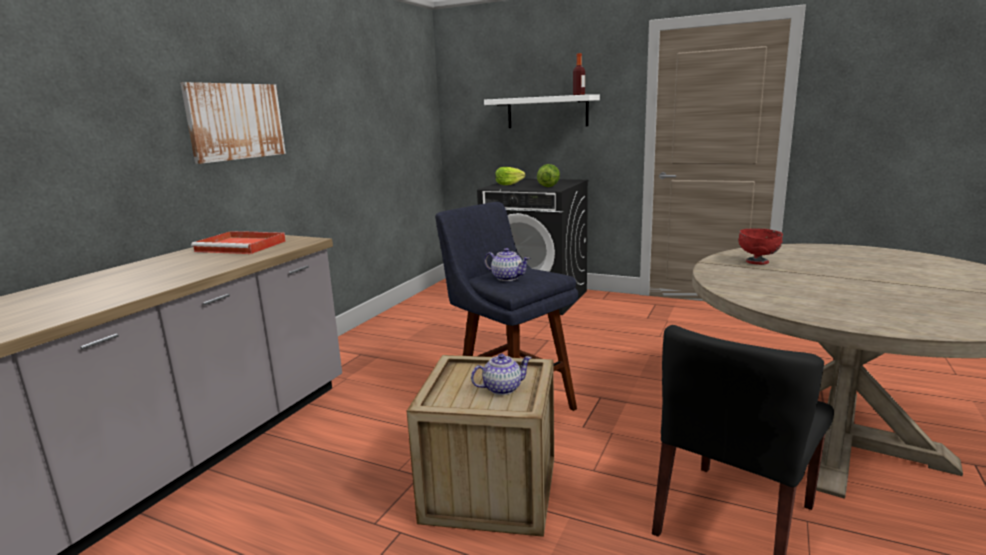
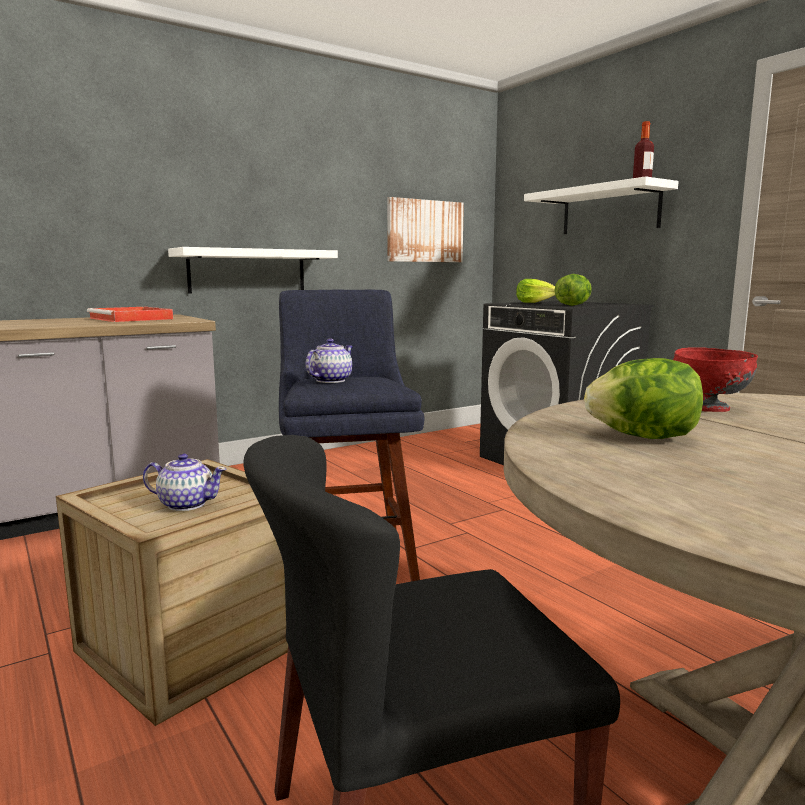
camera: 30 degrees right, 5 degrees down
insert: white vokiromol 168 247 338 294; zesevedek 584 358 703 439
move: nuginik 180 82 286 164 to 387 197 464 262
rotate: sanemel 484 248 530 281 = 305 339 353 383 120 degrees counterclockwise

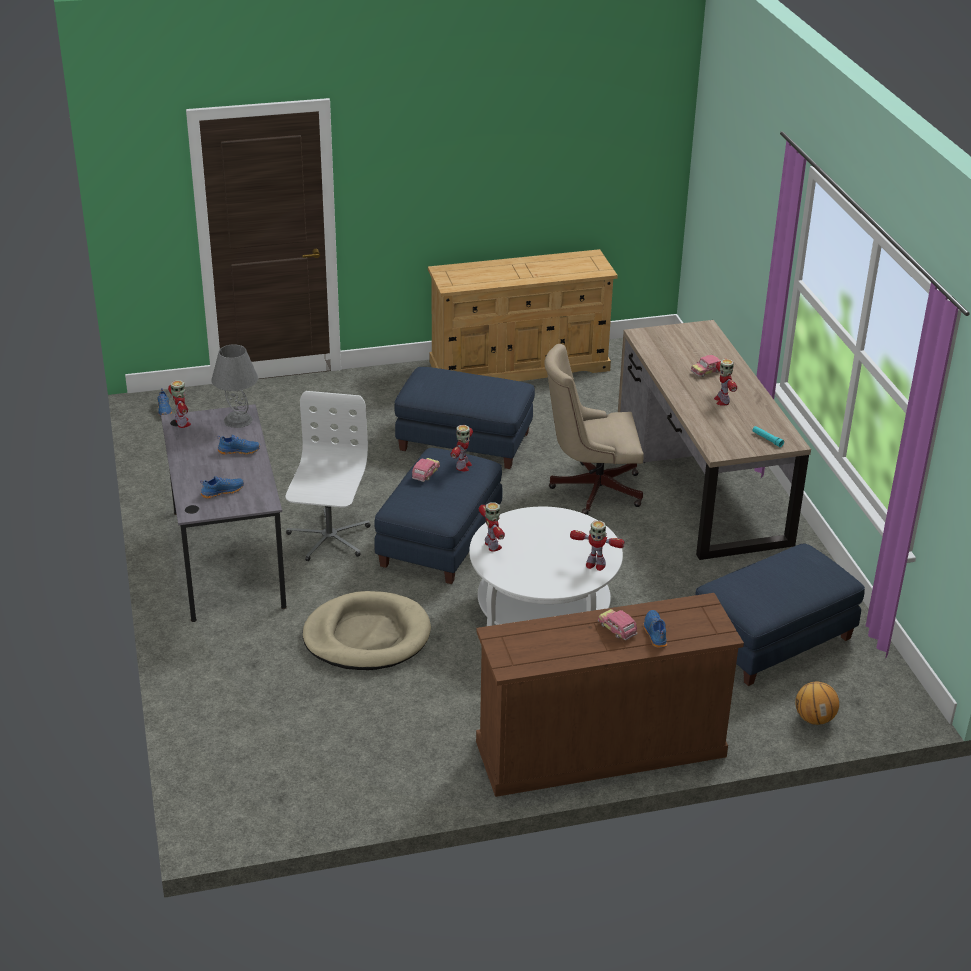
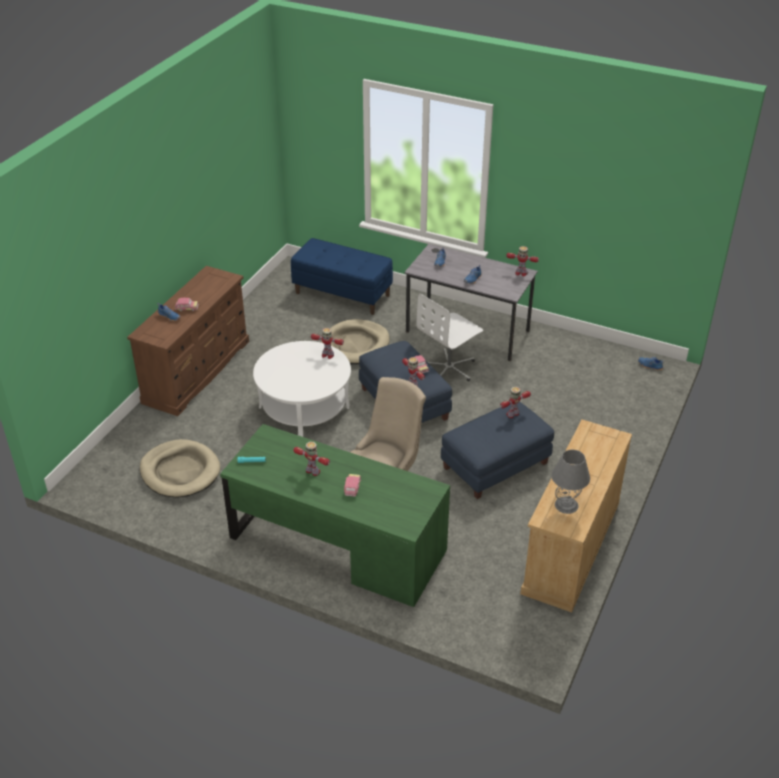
camera: 130 degrees right, 5 degrees up
delete: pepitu 795 682 839 725
insert: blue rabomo 291 238 393 315
move: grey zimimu 211 344 258 428 to 551 450 590 514; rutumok 570 521 625 571 to 500 387 531 418
replace: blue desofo 695 543 865 686 to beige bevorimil 140 439 220 497
recolor: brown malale 618 320 811 560 to green malale 220 424 450 607
rotate: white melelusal 286 391 370 561 = 416 294 483 381 90 degrees clockwise

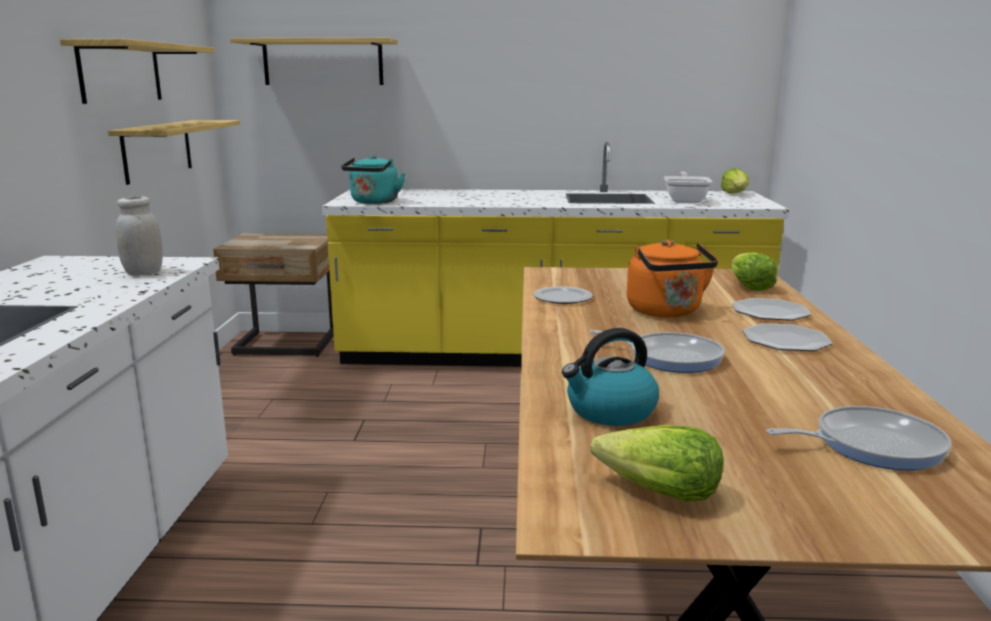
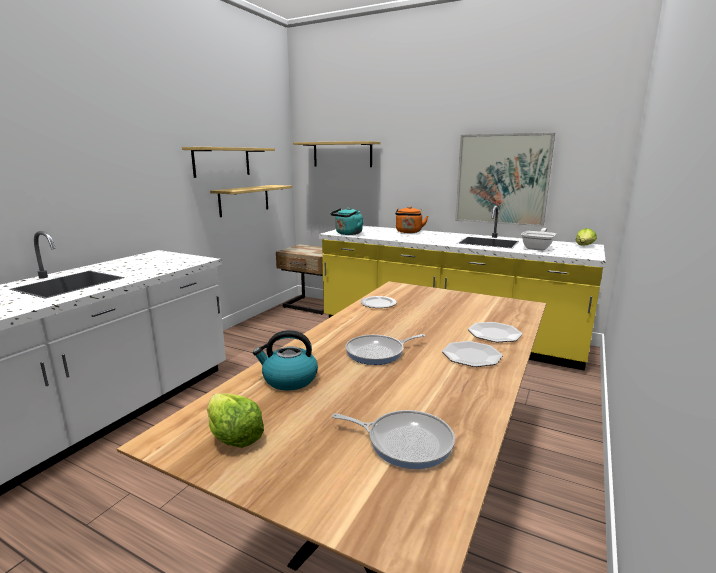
camera: 25 degrees right, 0 degrees up
delete: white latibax 116 196 163 276; zesevedek 731 252 777 291
insert: nuginik 455 133 555 227
move: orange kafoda 627 240 718 317 to 395 206 428 233
rotate: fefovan 590 330 725 373 = 345 334 426 365 105 degrees clockwise

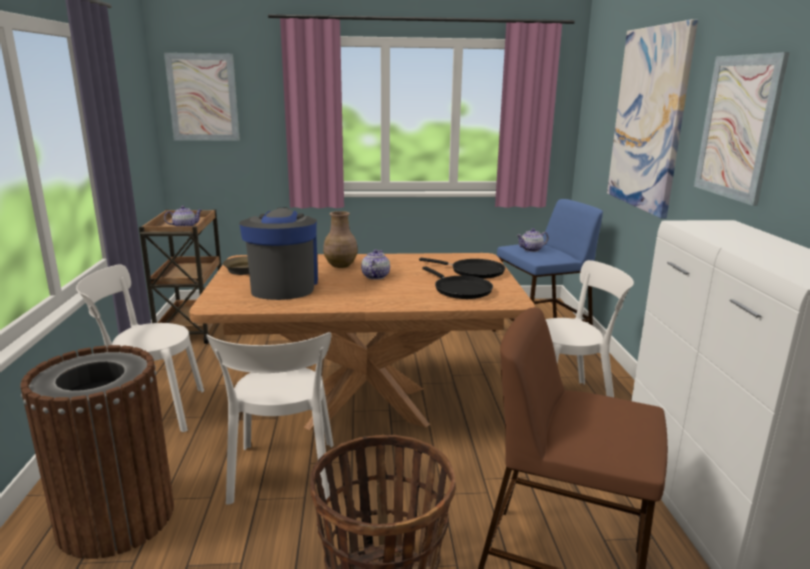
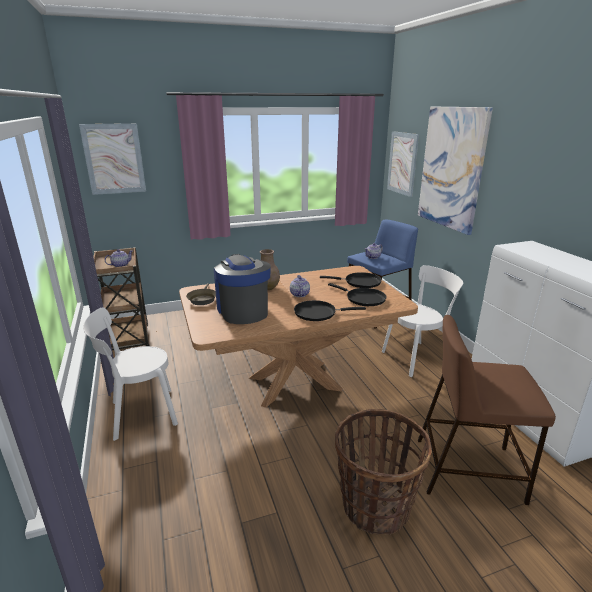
camera: 15 degrees left, 5 degrees up
delete: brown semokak 20 345 174 559; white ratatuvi 206 332 334 505
insert: black fefovan 294 300 366 321
move: nuginik 694 52 789 206 to 387 131 419 197

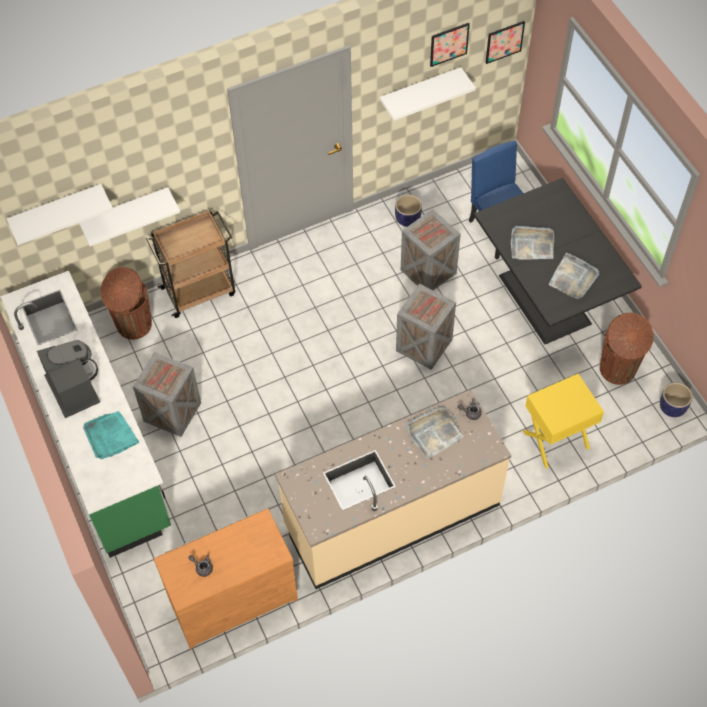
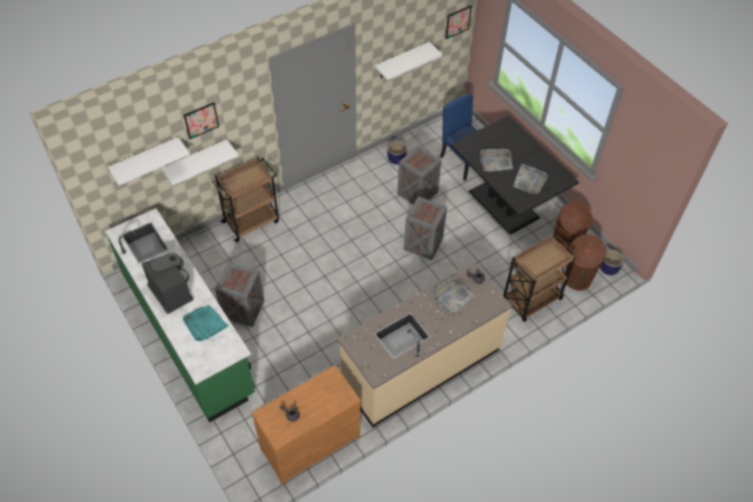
camera: 10 degrees left, 5 degrees down
move: brown semokak 100 267 152 340 to 565 234 606 291; nuginik 430 23 470 67 to 184 102 219 139
replace: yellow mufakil 523 373 604 469 to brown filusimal 503 235 577 322

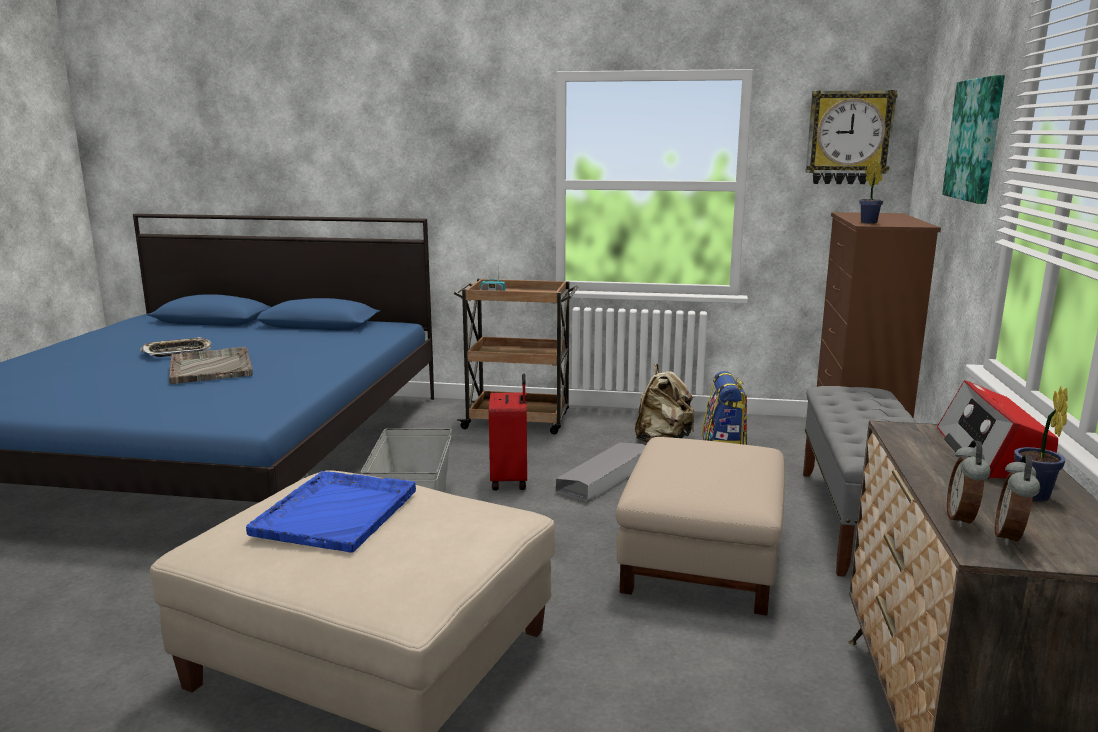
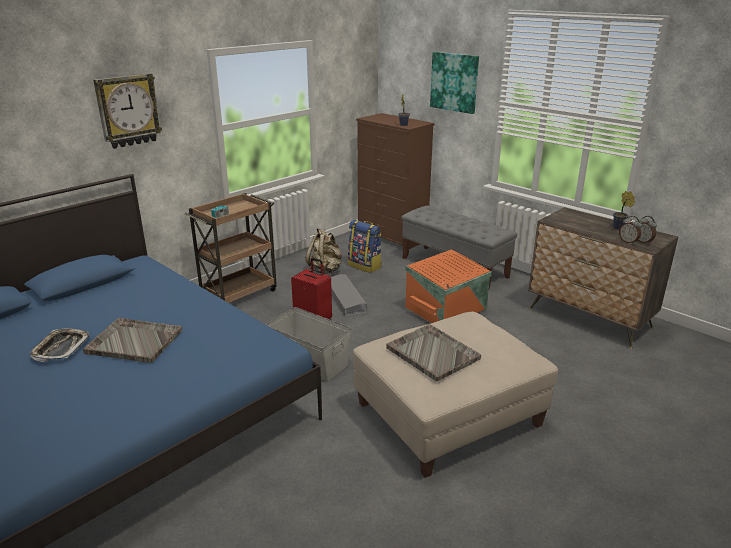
camera: 55 degrees left, 10 degrees up
delete: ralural 937 380 1058 478
move: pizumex 805 90 898 185 to 93 73 162 149
replace: beige desofo 616 437 785 615 to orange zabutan 405 249 492 323
recolor: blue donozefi 246 471 416 552 to grey donozefi 386 324 481 381

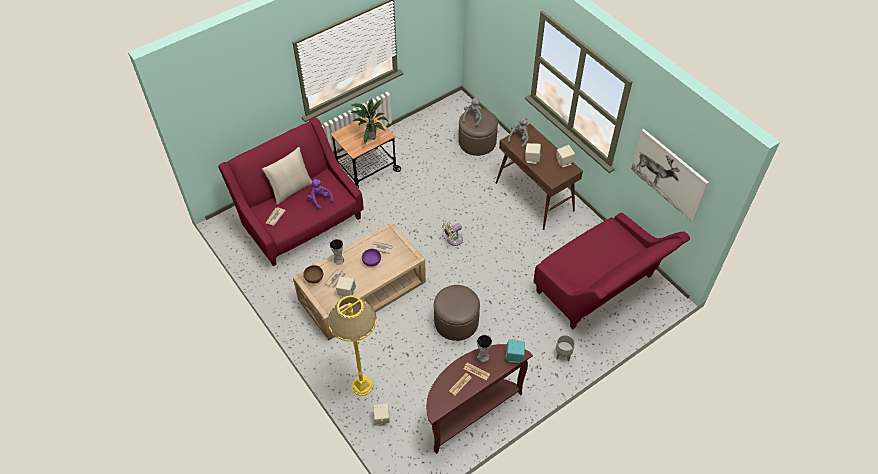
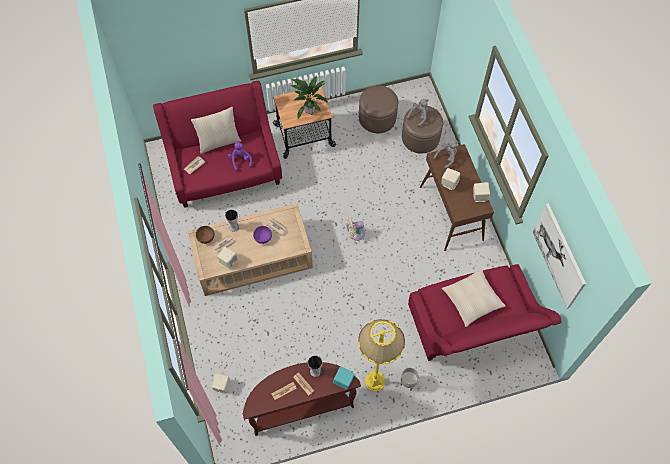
camera: 20 degrees right, 10 degrees up
insert: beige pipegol 442 269 506 327
move: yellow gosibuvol 328 295 377 396 to 358 319 405 392; brown desofo 434 285 480 341 to 359 86 398 133

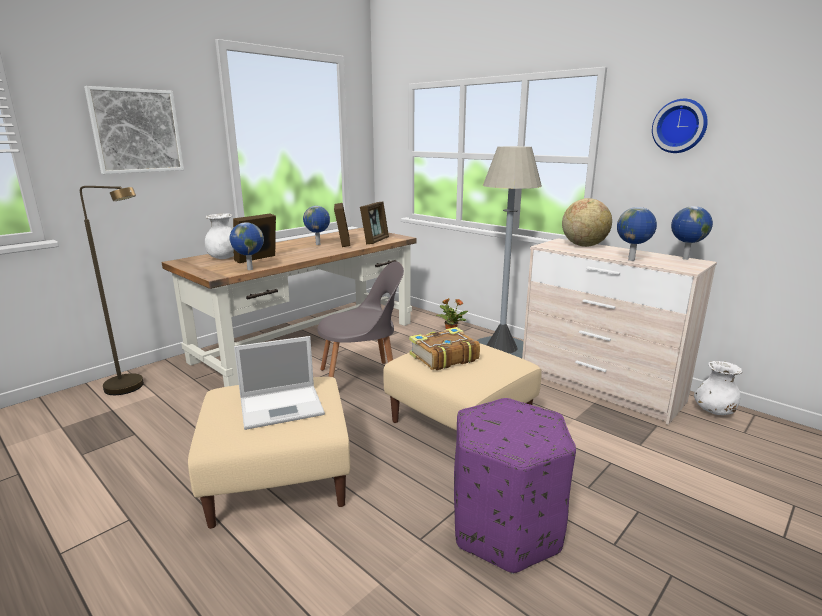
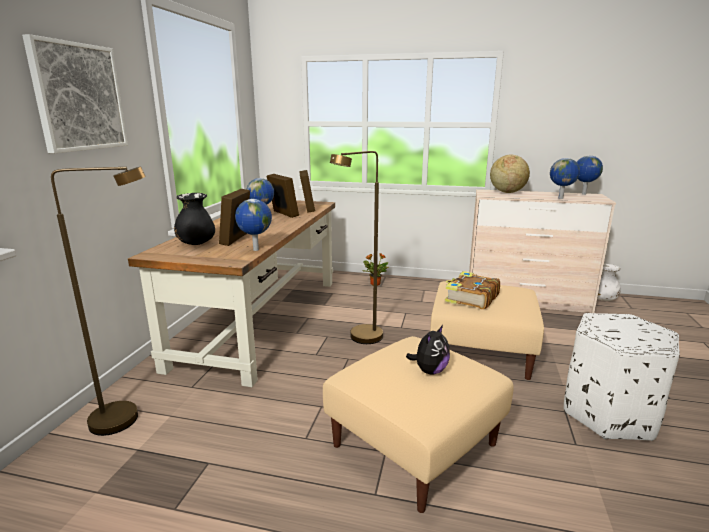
camera: 30 degrees left, 0 degrees up
delete: grey gosibuvol 476 146 542 358; pizumex 652 99 708 153
replace: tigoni 234 336 325 430 to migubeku 406 325 450 375; grey ratatuvi 317 261 404 378 to brown gosibuvol 330 151 383 344
recolor: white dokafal 205 213 234 259 to black dokafal 174 193 215 245; purple desofo 454 398 576 574 to white desofo 564 313 680 441

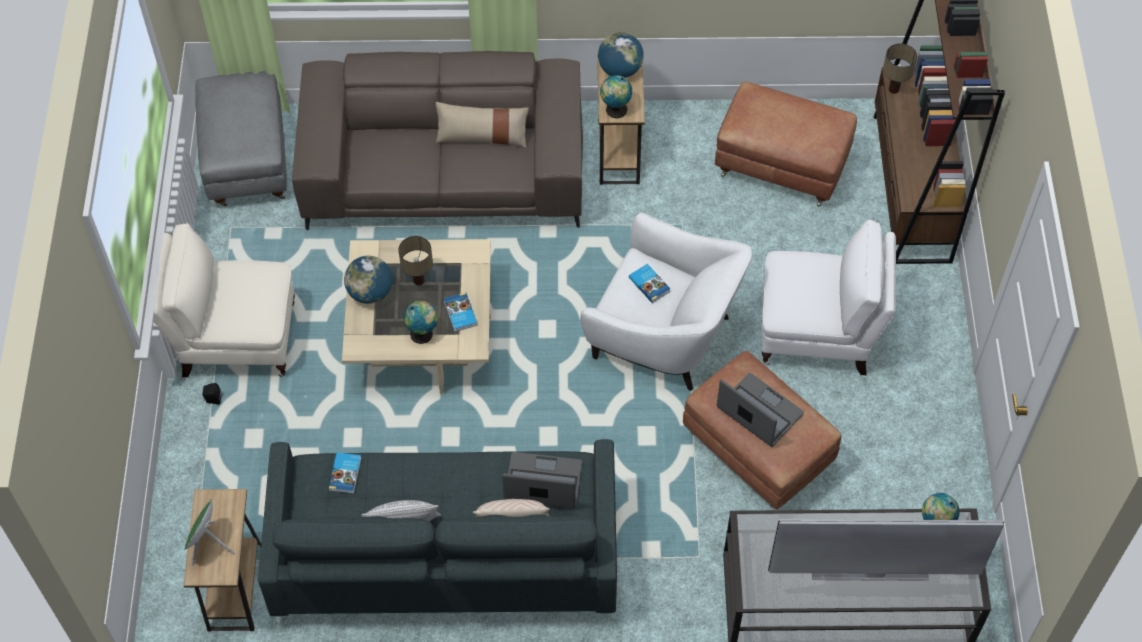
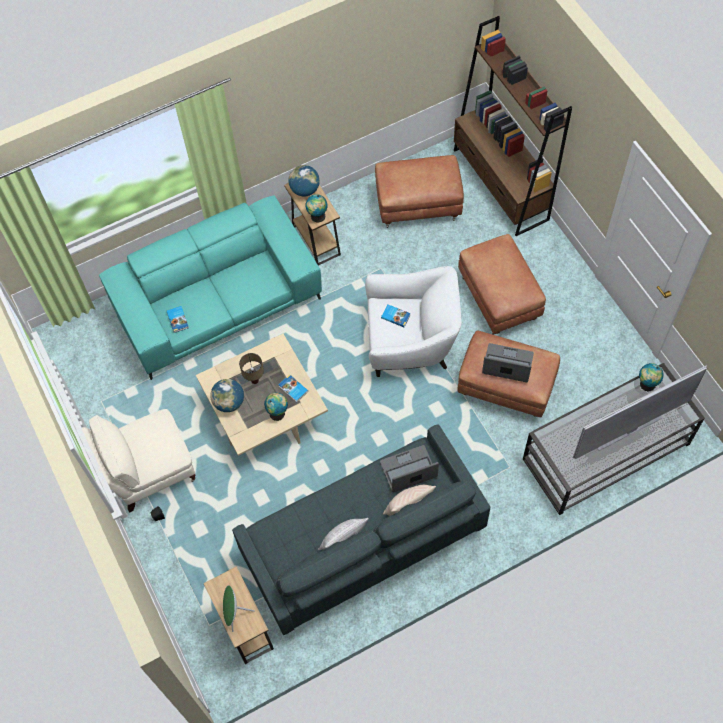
camera: 25 degrees left, 5 degrees up
delete: grey desofo 195 71 287 206; beige pipegol 436 102 529 148; zimimu 883 43 917 94
move: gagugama 328 452 361 494 to 167 306 189 333
replace: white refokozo 762 220 896 375 to brown desofo 458 234 546 335
recolor: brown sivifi 292 51 583 230 to turquoise sivifi 99 195 322 380

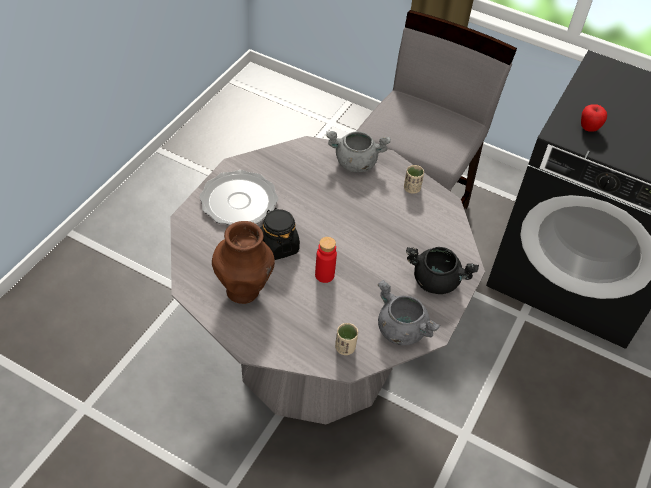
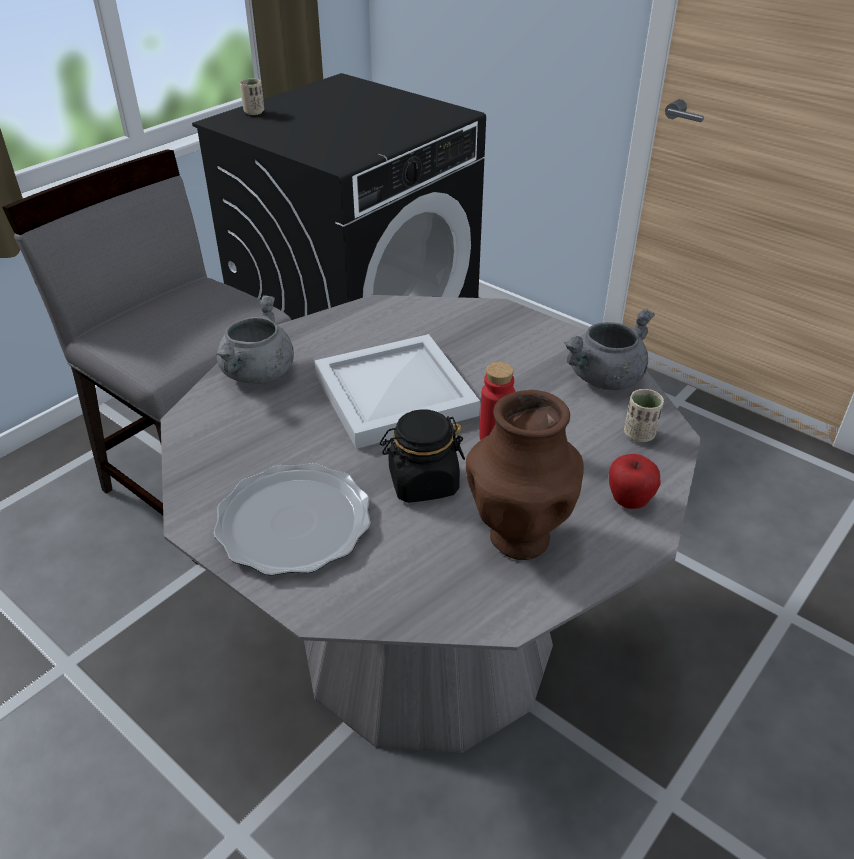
camera: 75 degrees left, 10 degrees down
delete: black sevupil 406 247 479 294
insert: white donozefi 314 334 480 449
move: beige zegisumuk 404 165 424 194 to 240 79 264 115; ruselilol 581 104 607 132 to 609 454 660 509

